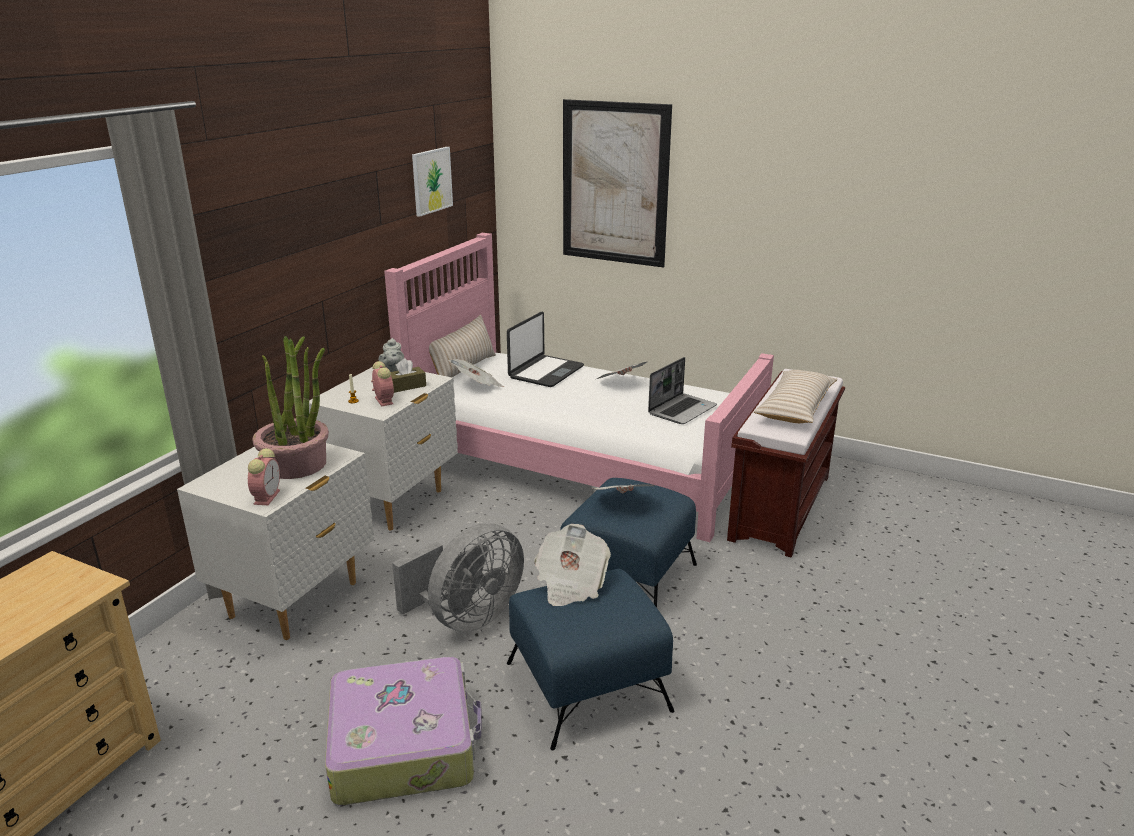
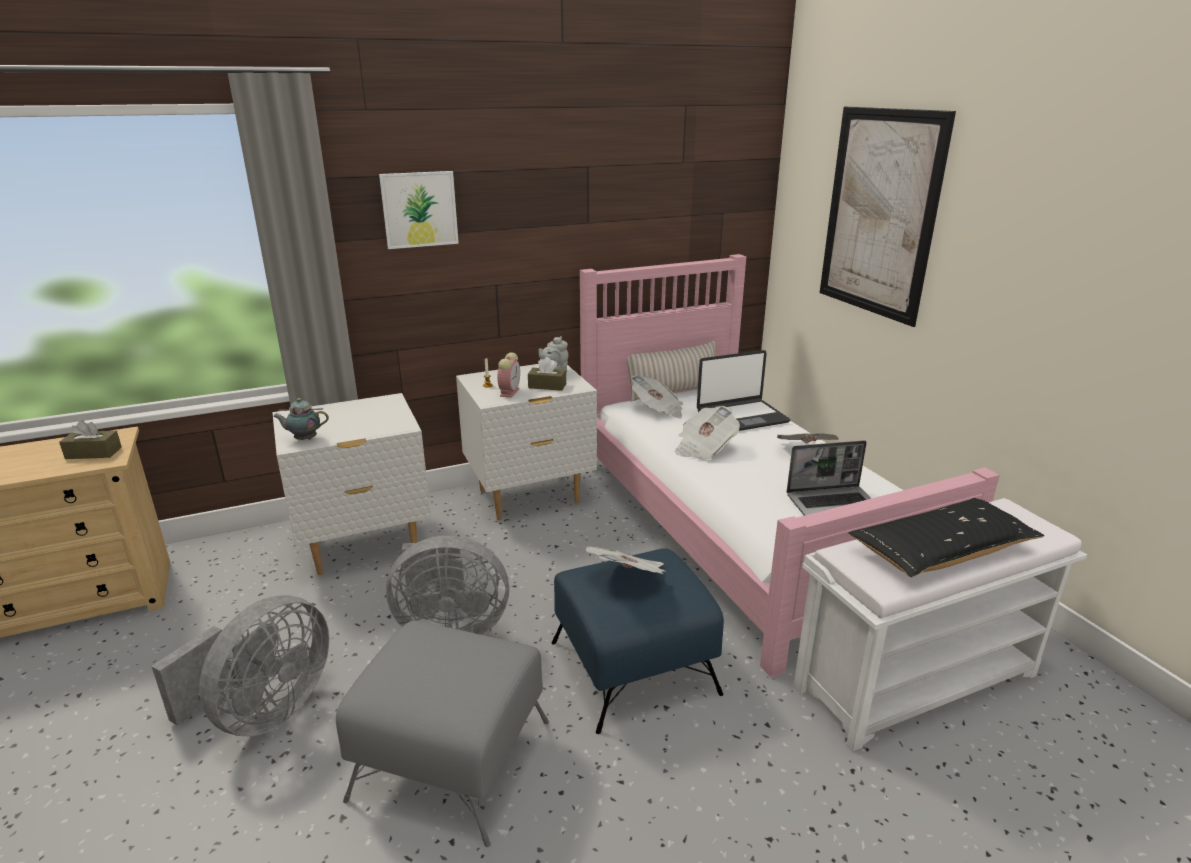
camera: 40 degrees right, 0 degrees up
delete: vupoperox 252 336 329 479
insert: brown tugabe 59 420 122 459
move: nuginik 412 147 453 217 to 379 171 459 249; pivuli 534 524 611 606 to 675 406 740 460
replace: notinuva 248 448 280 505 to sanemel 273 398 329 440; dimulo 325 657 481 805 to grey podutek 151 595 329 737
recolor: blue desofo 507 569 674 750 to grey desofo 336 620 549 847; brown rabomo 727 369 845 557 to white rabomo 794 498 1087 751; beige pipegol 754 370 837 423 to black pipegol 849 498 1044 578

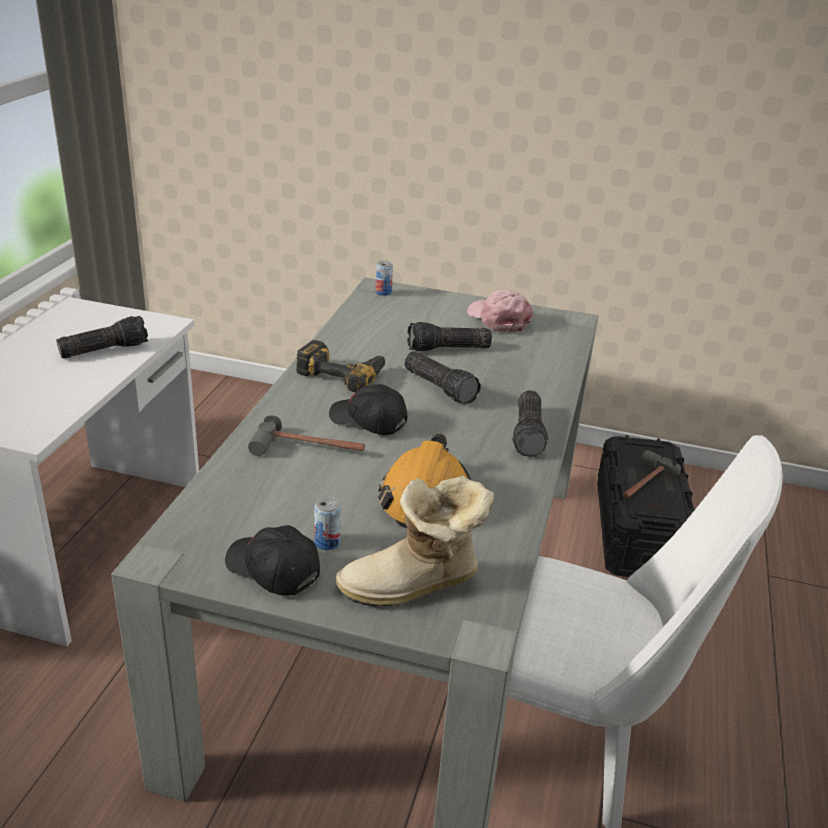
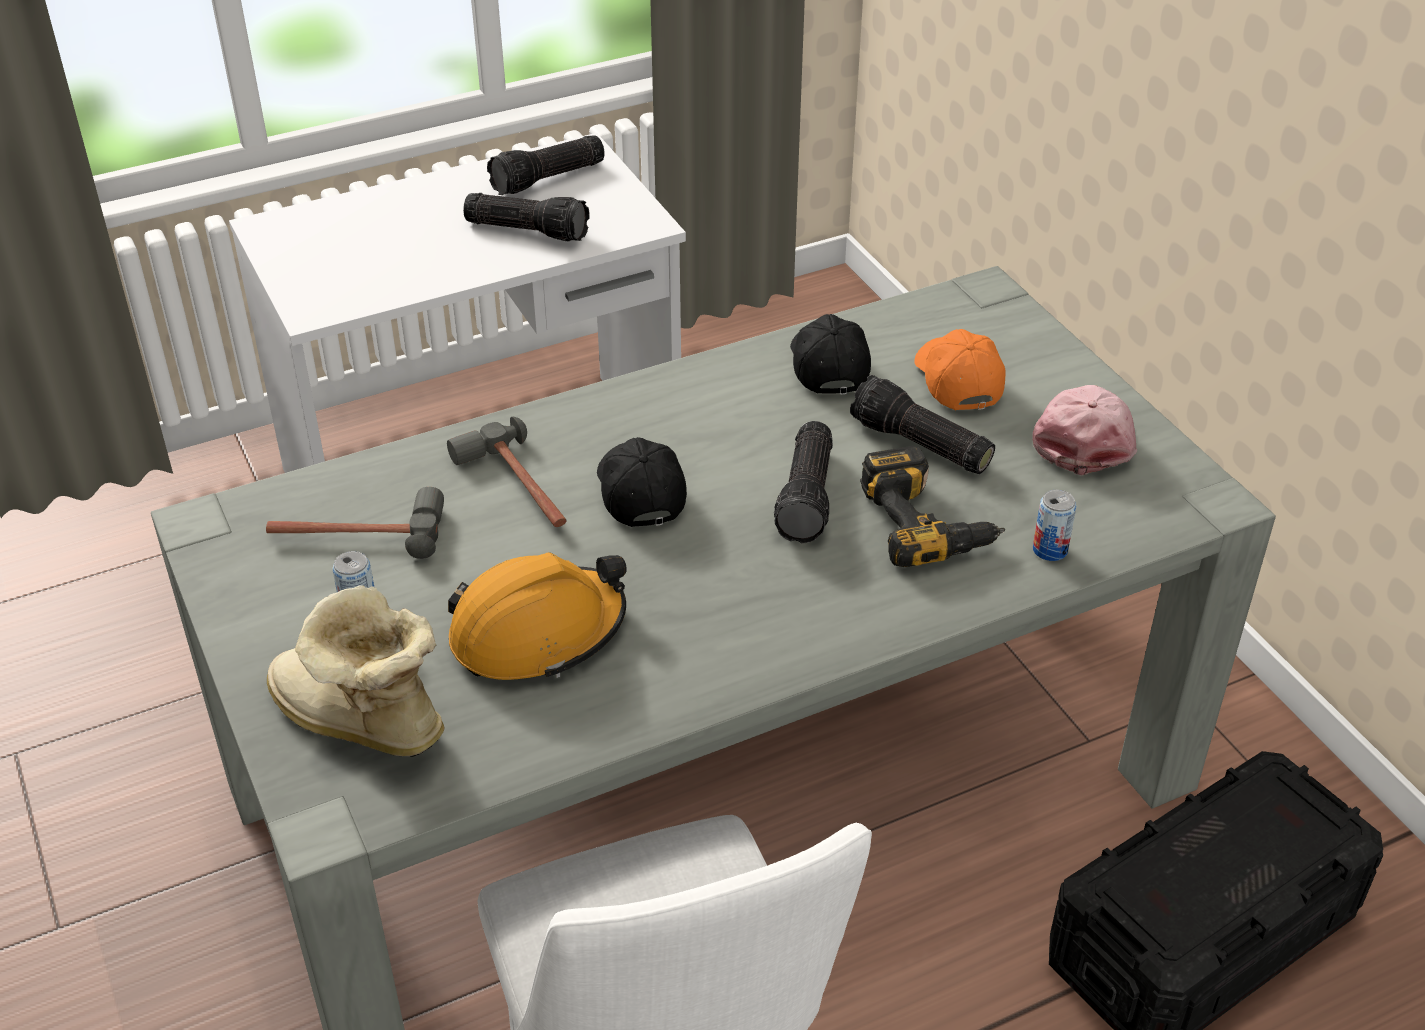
camera: 50 degrees right, 10 degrees up
insert: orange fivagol 914 329 1005 410
move: black fivagol 225 525 320 596 to 790 314 871 394; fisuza 296 340 385 392 to 860 446 1005 567; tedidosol 375 261 393 296 to 1033 490 1076 561; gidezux 513 390 548 458 to 487 136 605 195; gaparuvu 623 450 681 498 to 266 487 444 559

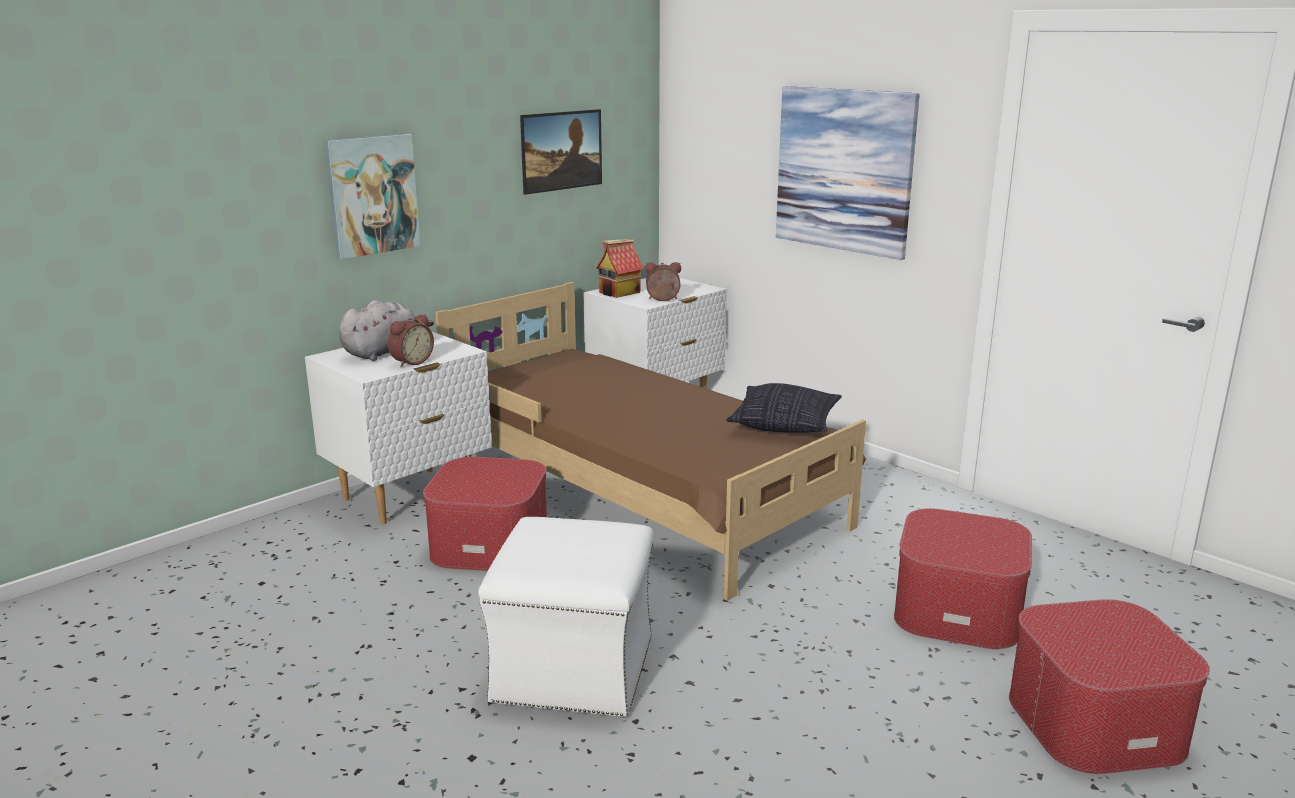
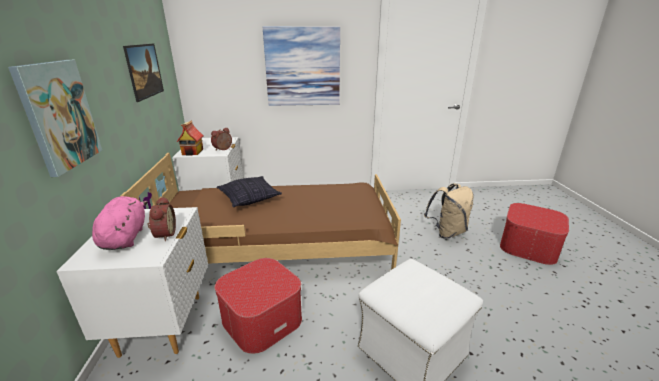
camera: 50 degrees left, 5 degrees up
move: pipegol 726 383 842 433 to 217 176 282 207
replace: desofo 894 508 1032 649 to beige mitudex 424 183 473 239
recolor: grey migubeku 339 300 434 361 to pink migubeku 92 196 148 250

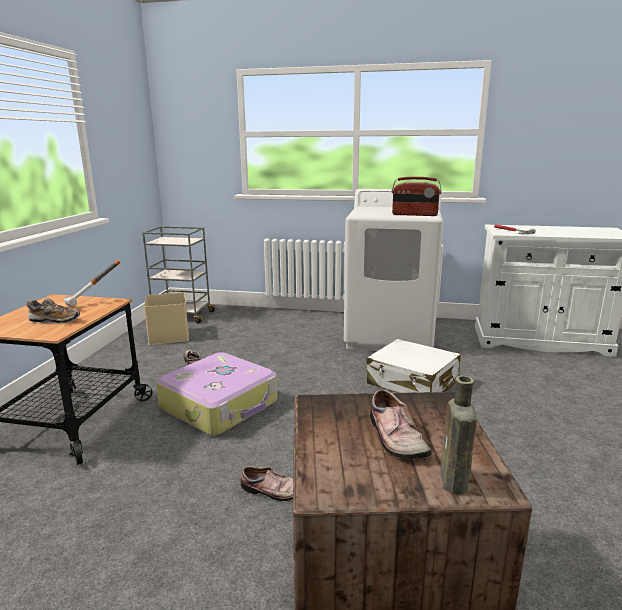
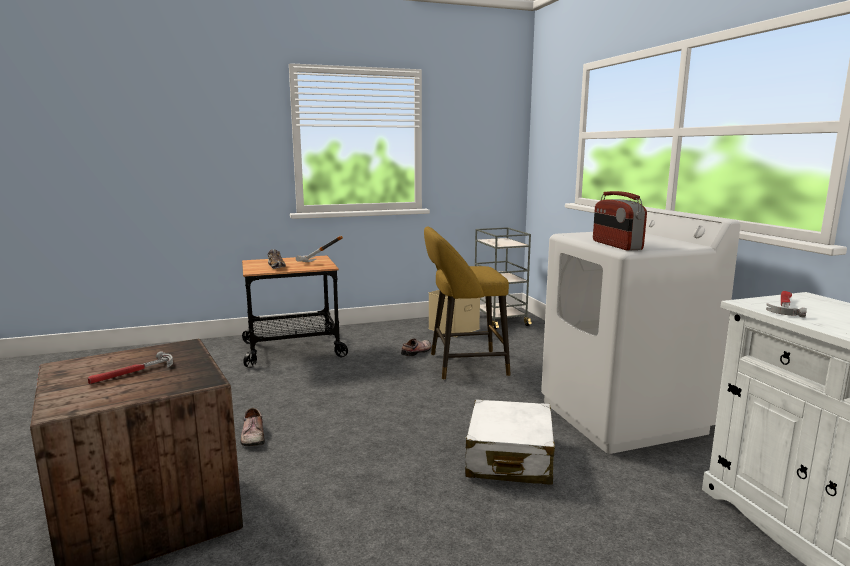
camera: 60 degrees right, 5 degrees down
delete: dimulo 156 352 277 435; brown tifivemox 440 375 476 494
insert: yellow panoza 424 226 511 380
replace: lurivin 370 390 432 459 to gaparuvu 88 351 173 384

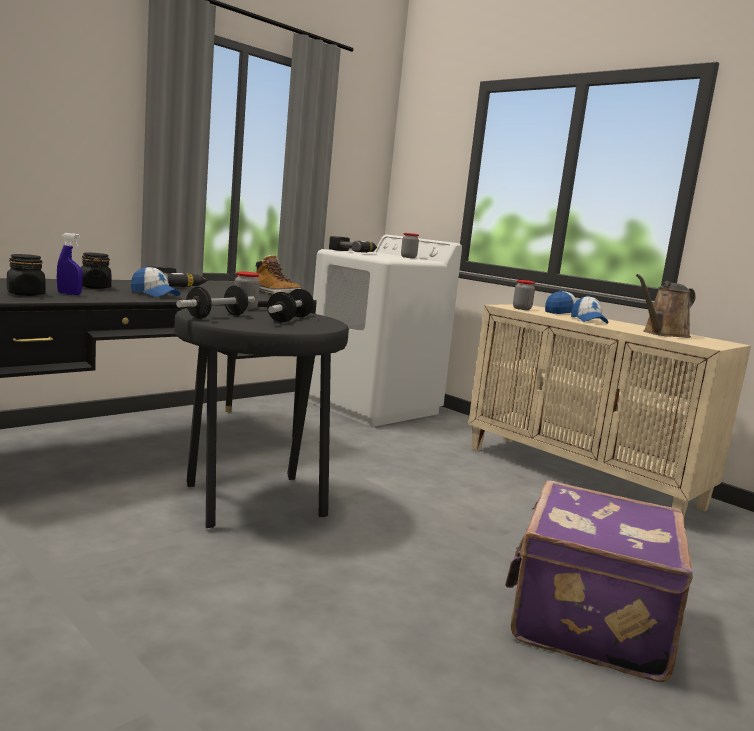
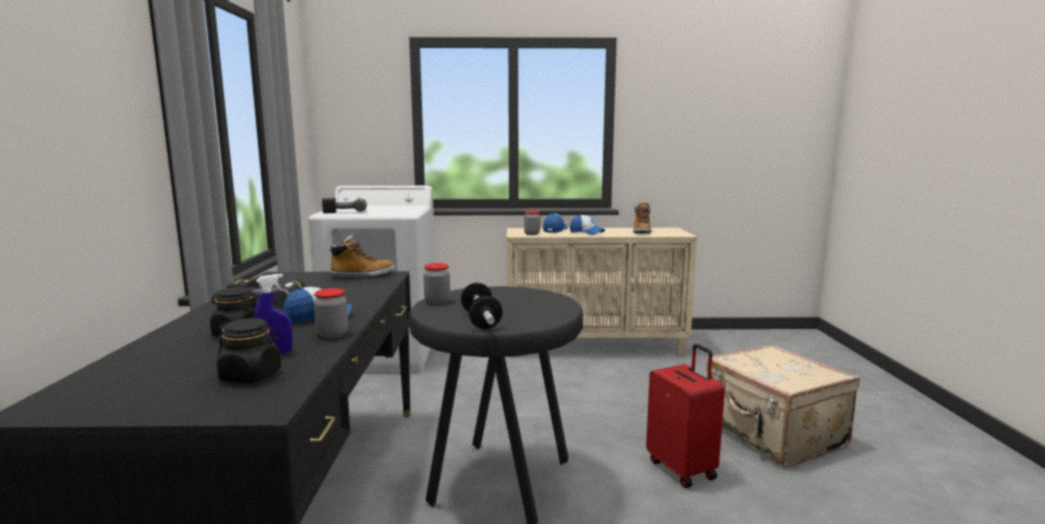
camera: 45 degrees left, 0 degrees up
delete: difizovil 267 289 314 323
insert: red dimulo 646 344 725 488
move: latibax 401 233 419 258 to 314 288 348 338
replace: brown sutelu 636 274 696 338 to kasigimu 633 202 652 233
recolor: purple dimulo 505 480 693 682 to beige dimulo 707 344 860 467

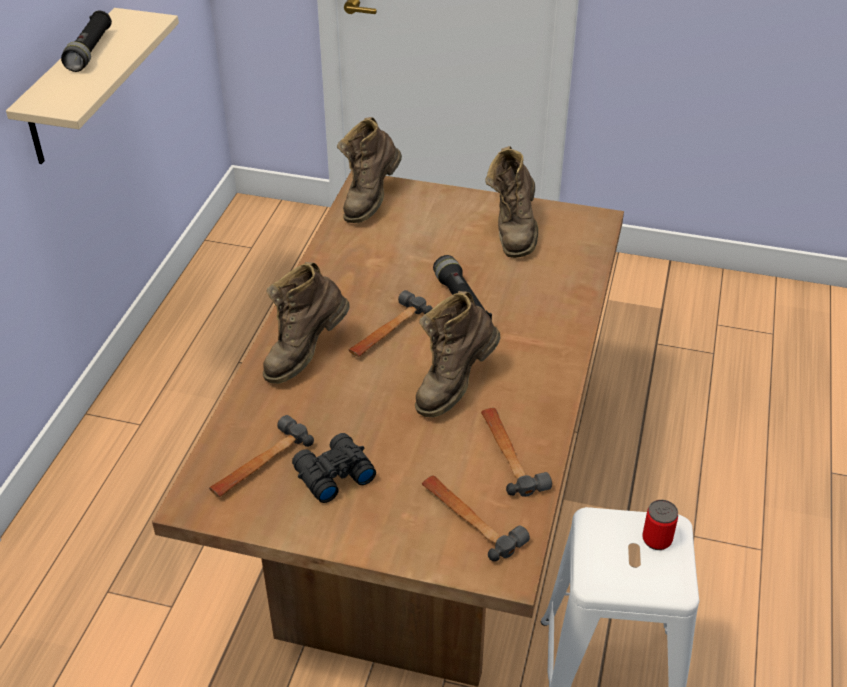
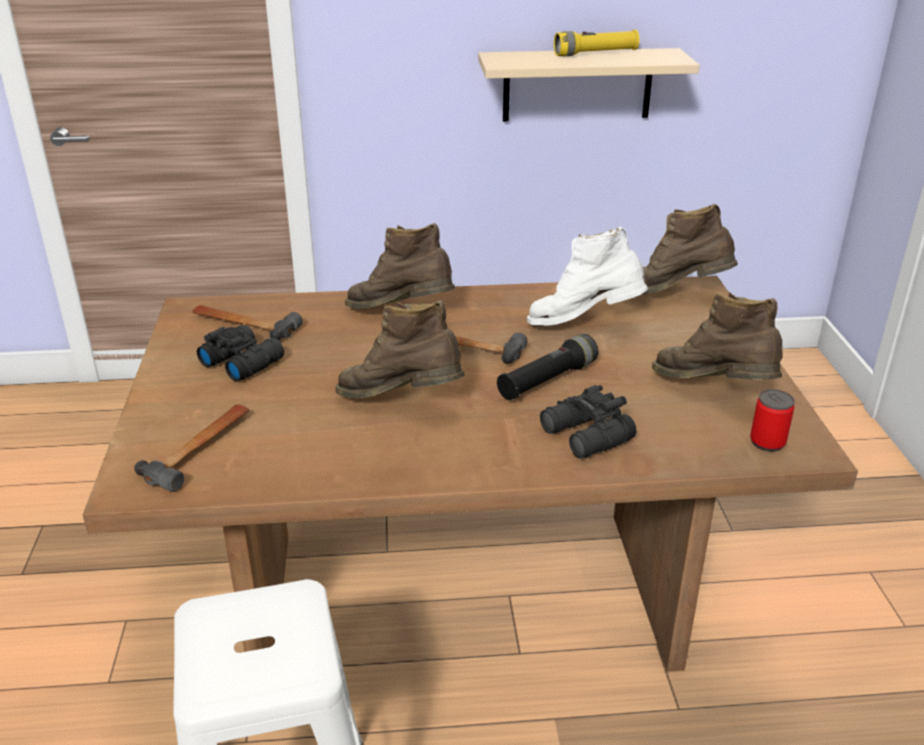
camera: 70 degrees right, 10 degrees down
delete: gaparuvu 481 408 552 497
insert: white kasigimu 527 227 648 326; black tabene 540 385 636 459
move: tedidosol 642 500 678 550 to 750 389 795 452
recolor: black gidezux 61 10 112 72 to yellow gidezux 554 30 639 56
rotate: brown kasigimu 485 146 538 258 = 652 292 782 380 60 degrees clockwise

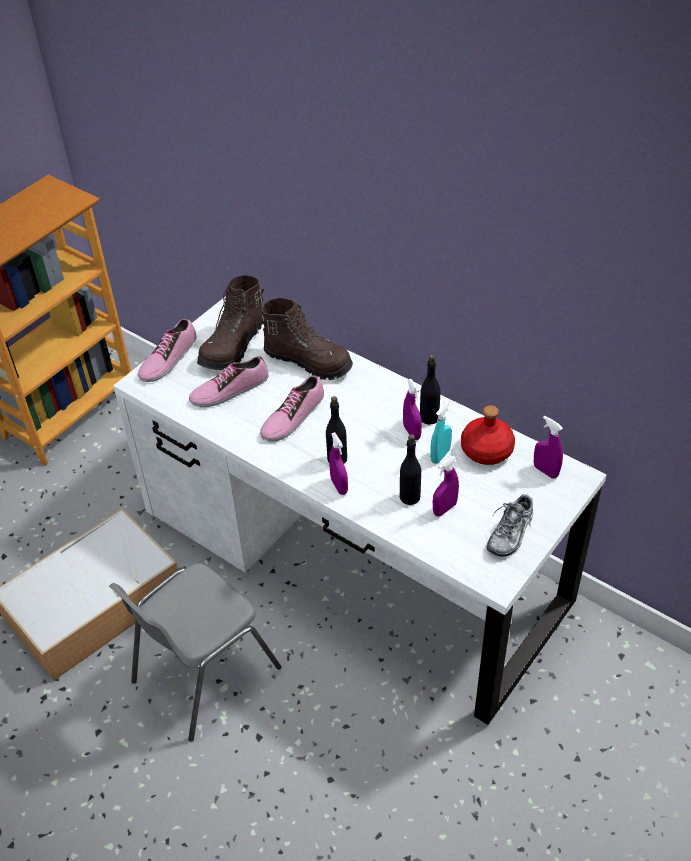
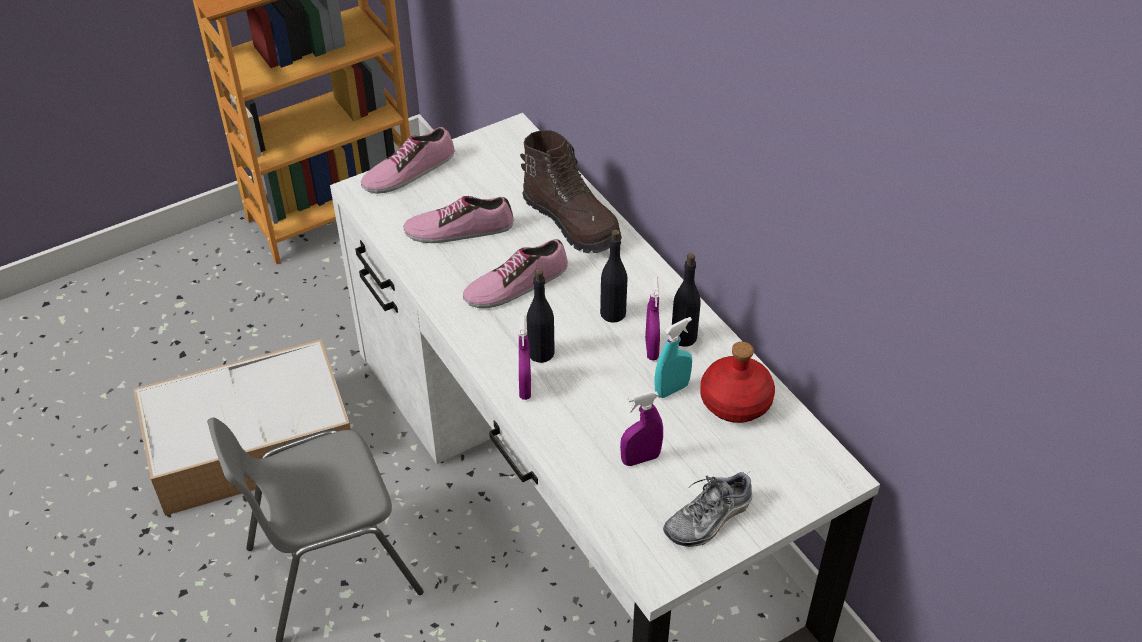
camera: 20 degrees right, 0 degrees up
delete: brown kasigimu 197 275 264 370; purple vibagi 534 416 563 478
move: black tifivemox 400 434 421 505 to 600 229 627 323

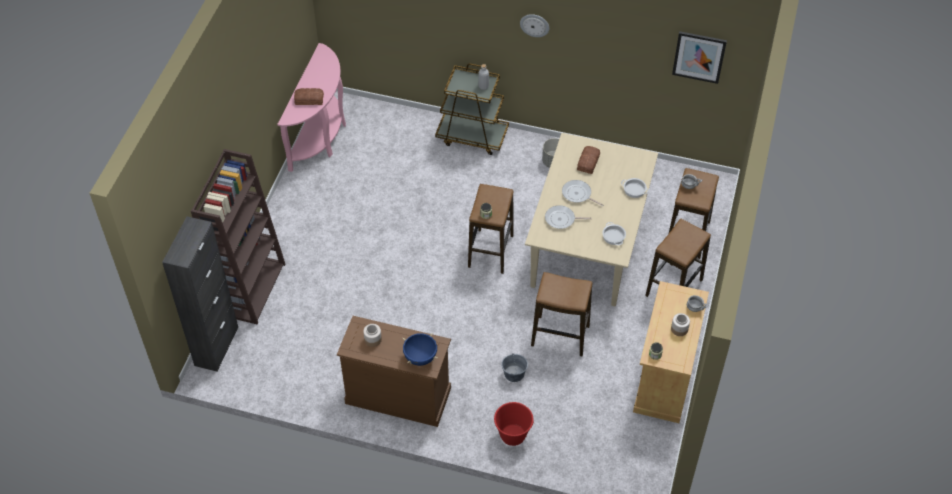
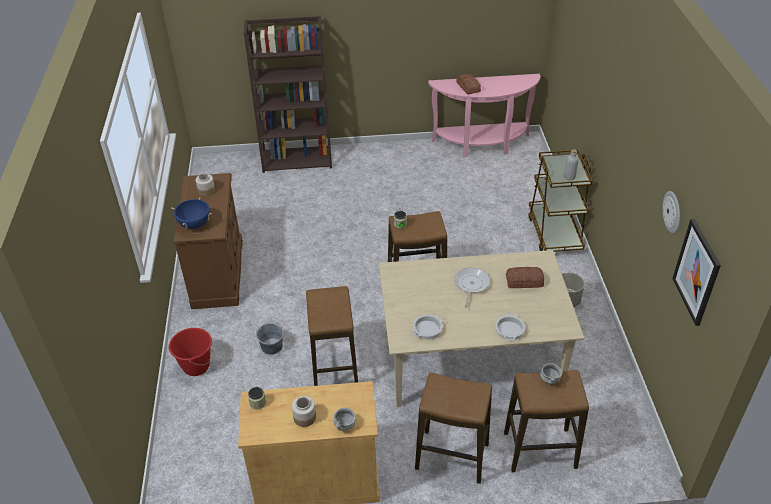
camera: 70 degrees right, 10 degrees down
delete: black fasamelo 162 216 238 372; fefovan 545 205 592 229
move: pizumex 520 14 549 37 to 662 191 680 233

